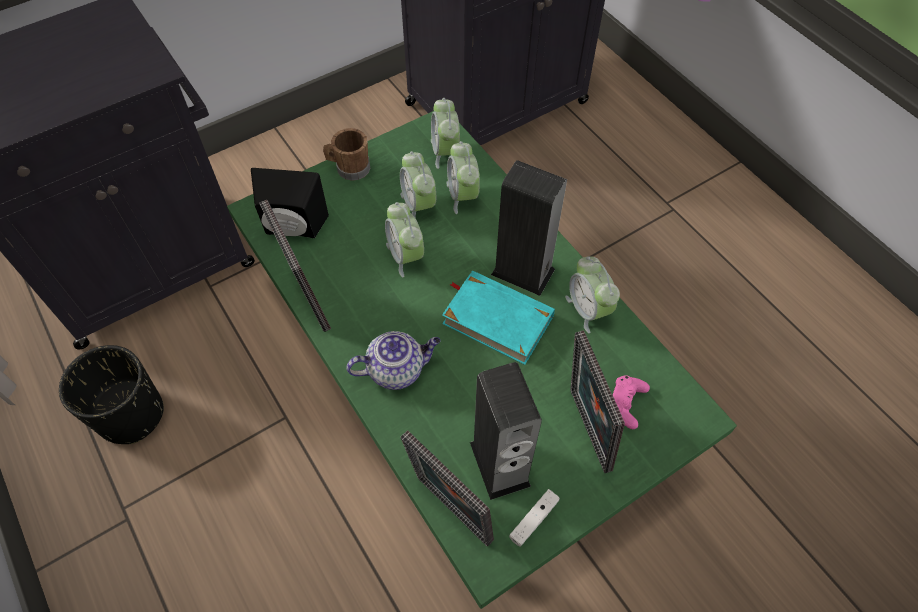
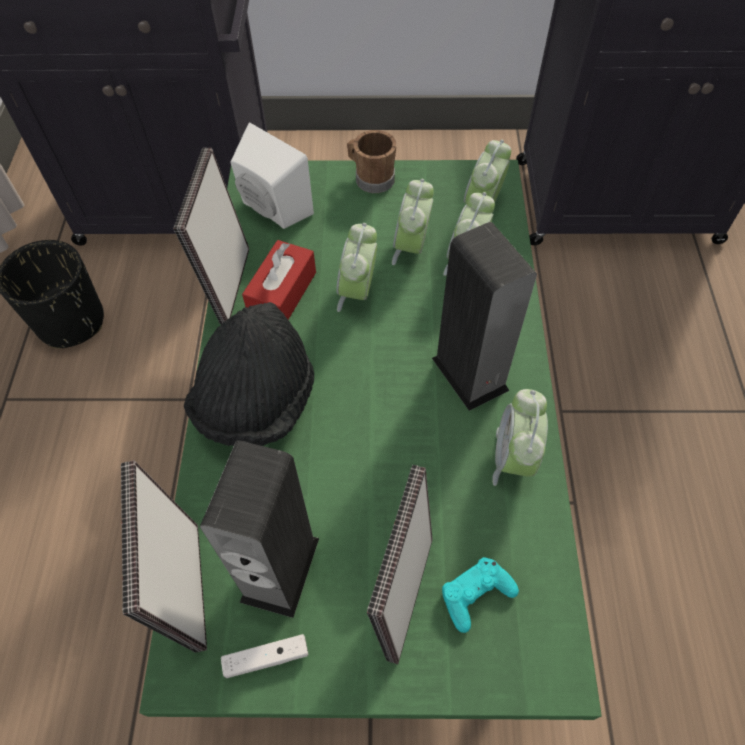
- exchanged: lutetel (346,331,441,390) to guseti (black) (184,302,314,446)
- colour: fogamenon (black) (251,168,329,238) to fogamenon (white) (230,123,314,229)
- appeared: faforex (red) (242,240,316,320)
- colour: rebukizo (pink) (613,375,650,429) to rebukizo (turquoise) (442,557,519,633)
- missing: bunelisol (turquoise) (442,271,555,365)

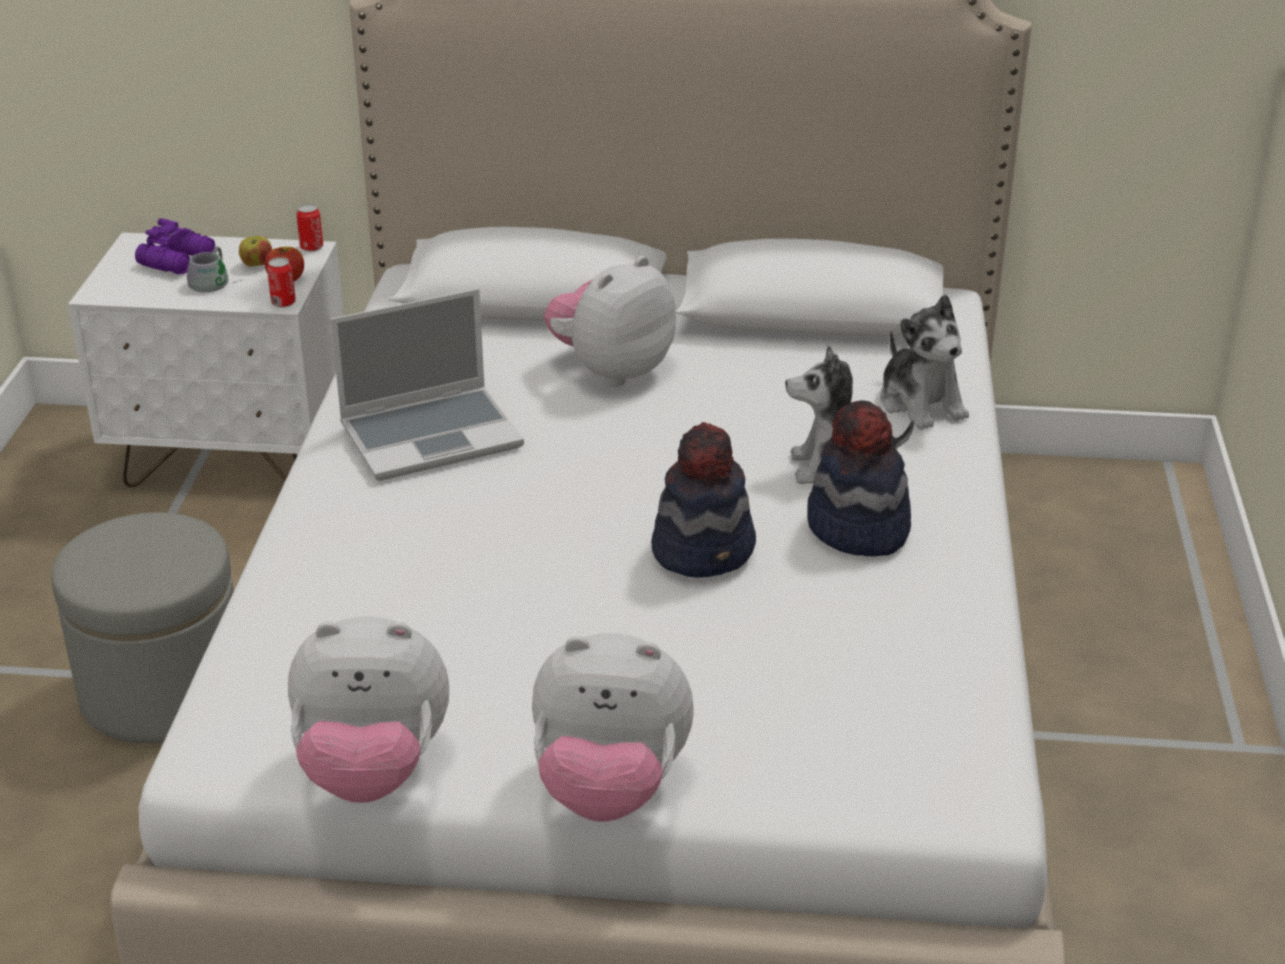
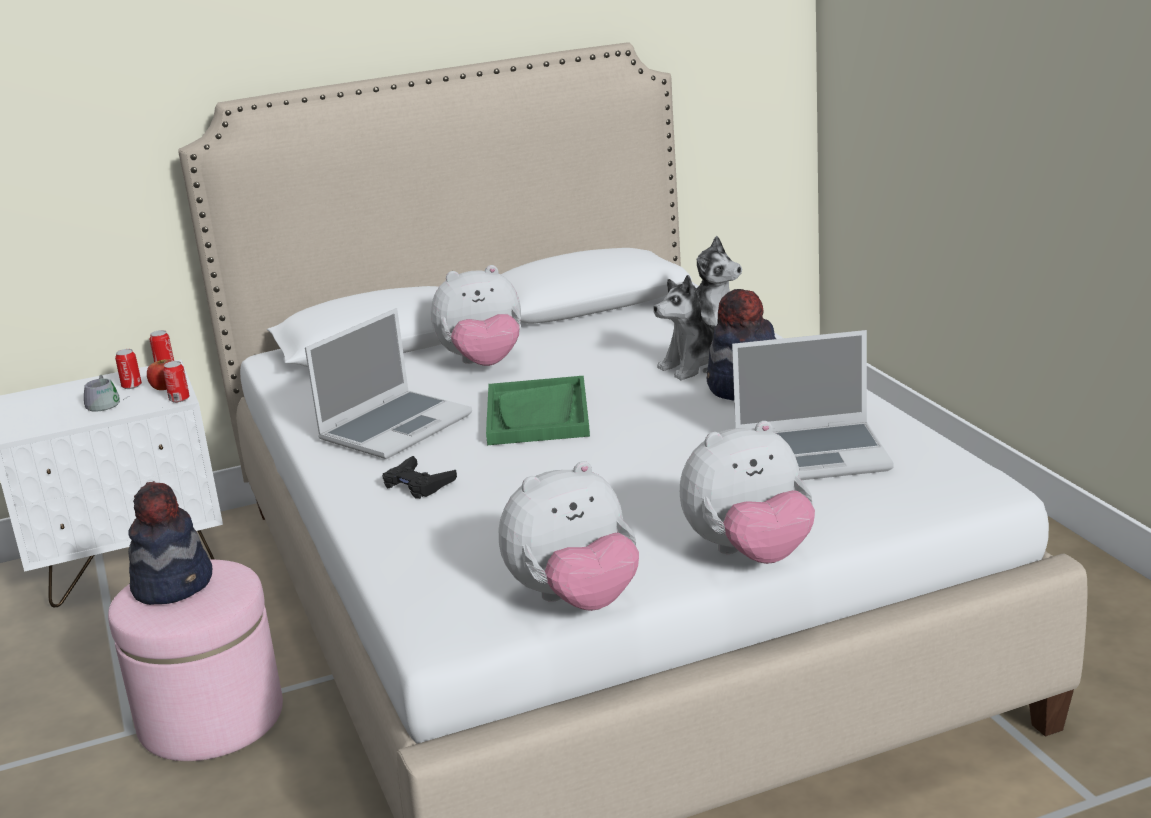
- colour: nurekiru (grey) (51,513,234,743) to nurekiru (pink) (108,560,283,761)
- exchanged: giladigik (239,236,272,267) to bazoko (115,349,142,389)
- relocated: guseti (651,422,756,578) to (128,481,212,605)
- appeared: rebukizo (black) (382,456,457,499)
- spun: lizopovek (544,256,676,387) = (431,265,521,366) 120 degrees counterclockwise
- appeared: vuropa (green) (486,376,590,445)
- appeared: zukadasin (732,330,894,480)
- missing: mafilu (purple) (135,218,215,274)

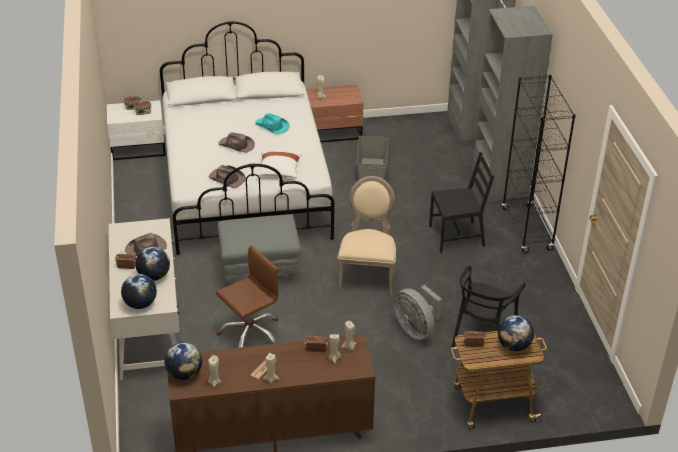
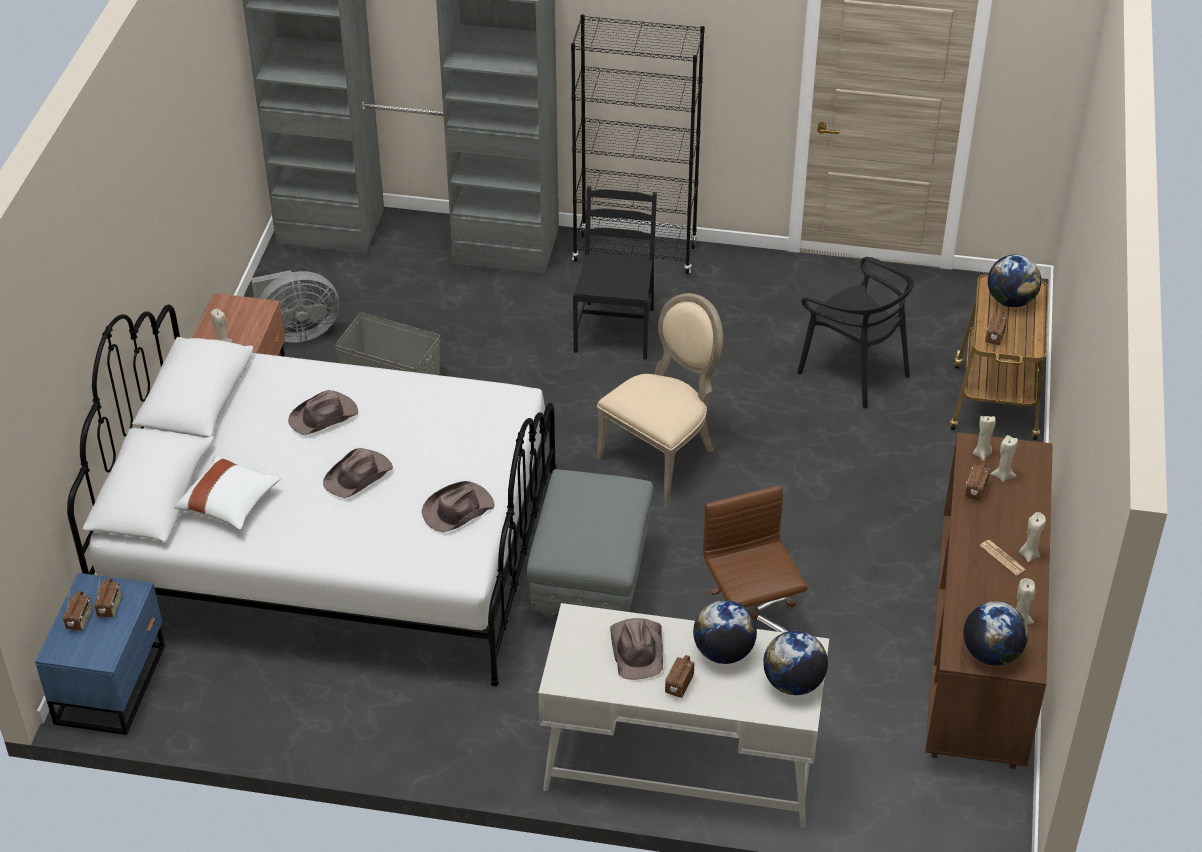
- colour: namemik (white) (107,100,166,160) to namemik (blue) (35,573,165,735)
- relocated: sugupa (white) (256,151,301,178) to (174,456,280,530)
- relocated: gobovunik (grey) (394,285,442,340) to (251,270,339,342)
- colour: guseti (turquoise) (255,113,290,134) to guseti (brown) (288,390,358,435)
- spun: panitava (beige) (338,176,396,295) = (596,293,723,501) 105 degrees clockwise

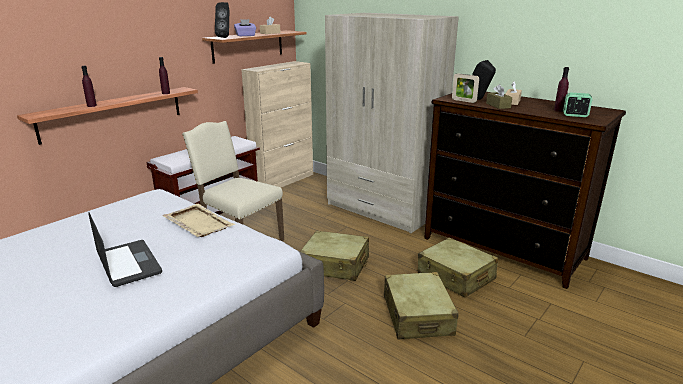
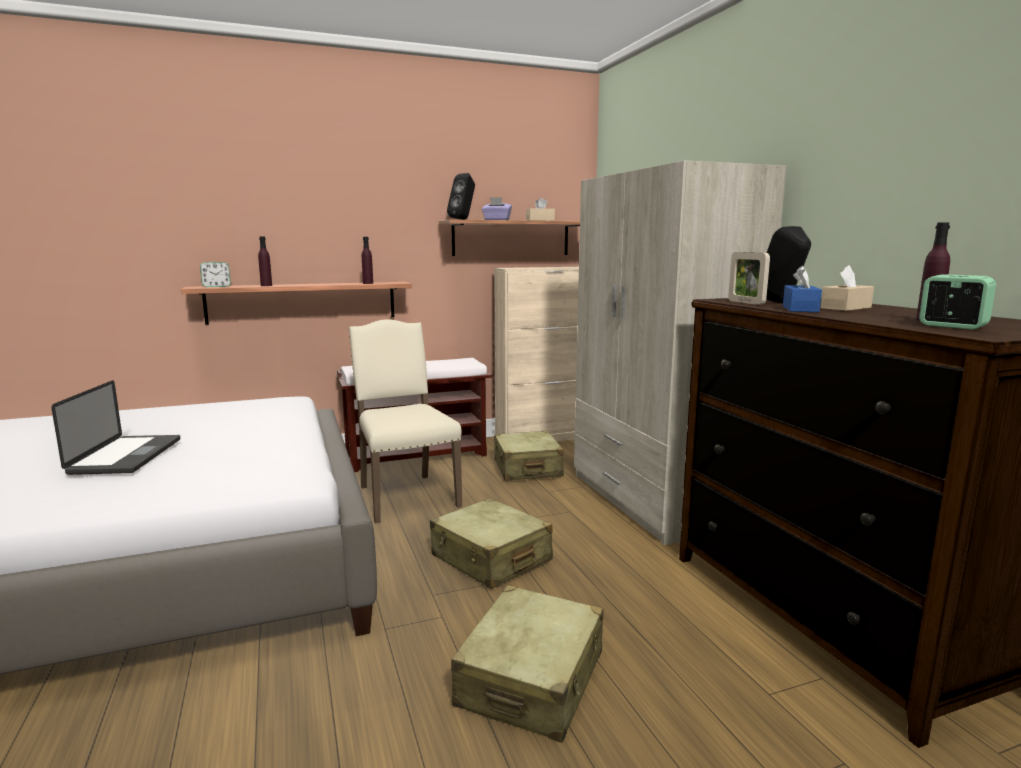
- appeared: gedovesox (200,262,231,287)
- relocated: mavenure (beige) (418,237,498,298) to (494,431,564,481)
- colour: faforex (brown) (486,84,512,109) to faforex (blue) (783,266,822,312)
- missing: vuropa (beige) (162,204,235,237)

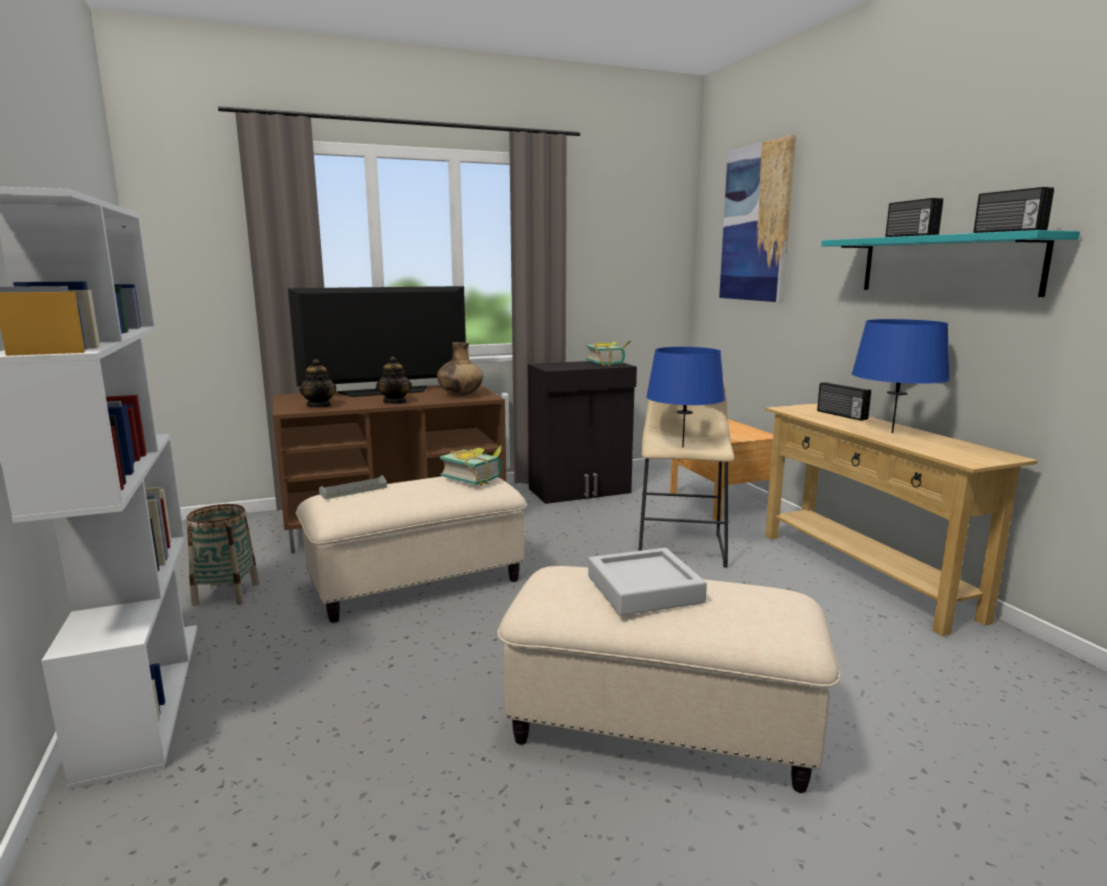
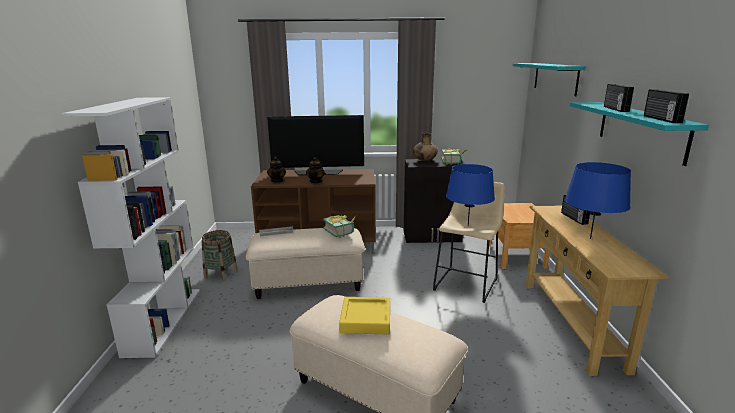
- colour: vuropa (grey) (588,548,707,616) to vuropa (yellow) (339,297,390,334)
- relocated: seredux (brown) (437,342,484,396) to (413,133,438,161)
- exchanged: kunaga (719,135,796,302) to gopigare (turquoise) (513,63,586,96)

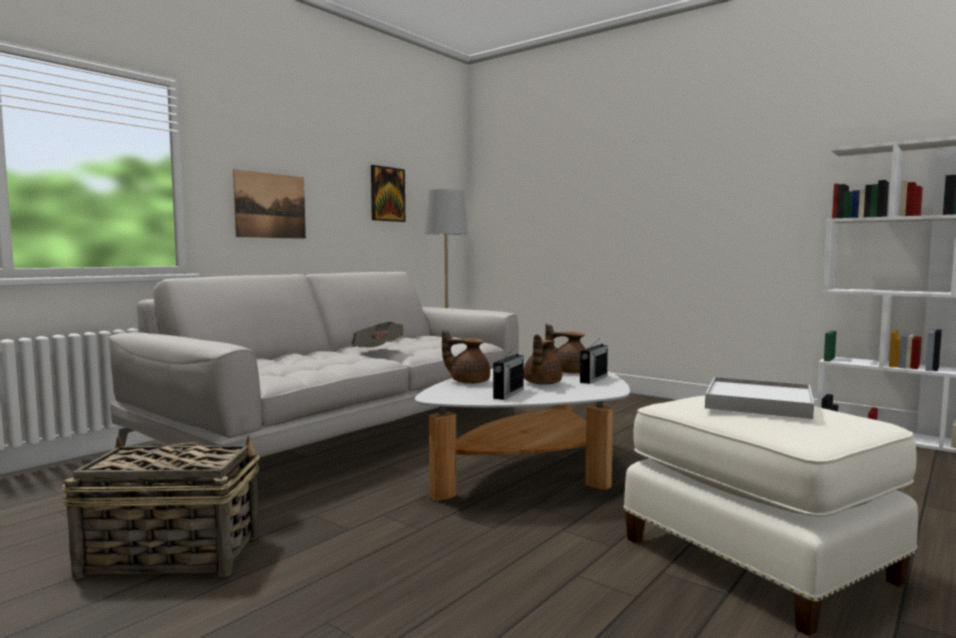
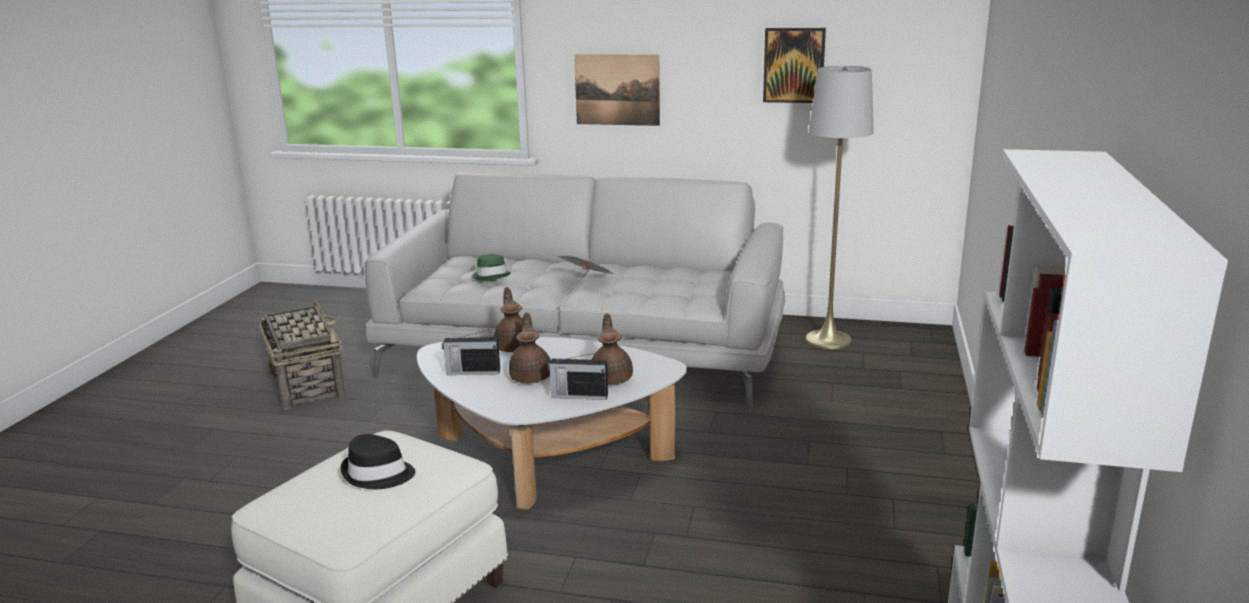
- exchanged: vuropa (white) (705,377,814,419) to guseti (black) (340,434,415,489)
- appeared: guseti (green) (472,254,511,280)
- spun: lutetel (brown) (524,334,562,385) = (509,312,551,384) 90 degrees clockwise

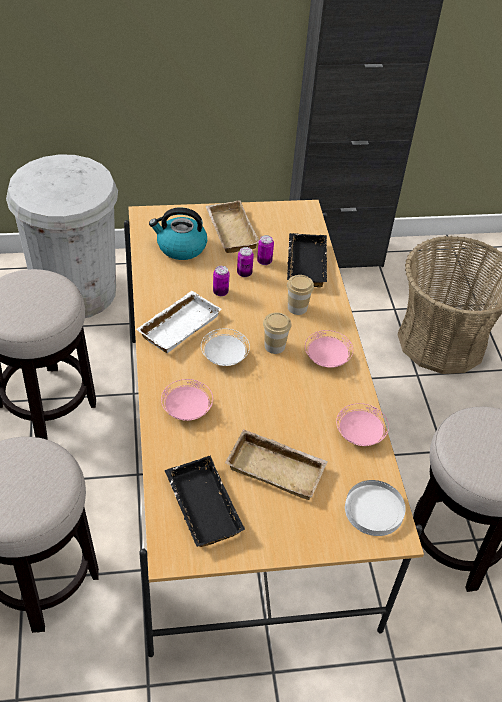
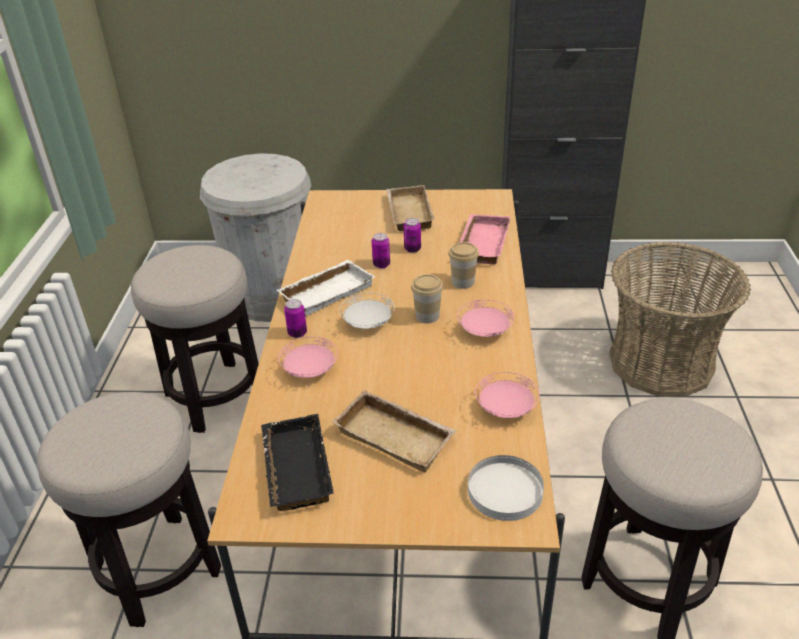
- relocated: bazoko (257,235,274,265) to (284,299,307,338)
- colour: vuropa (black) (287,233,327,287) to vuropa (pink) (460,214,511,264)
- missing: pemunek (149,207,207,260)

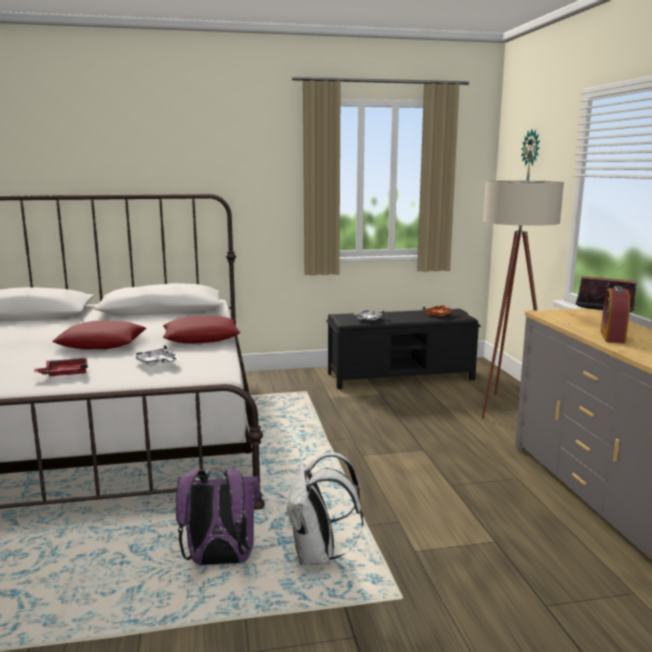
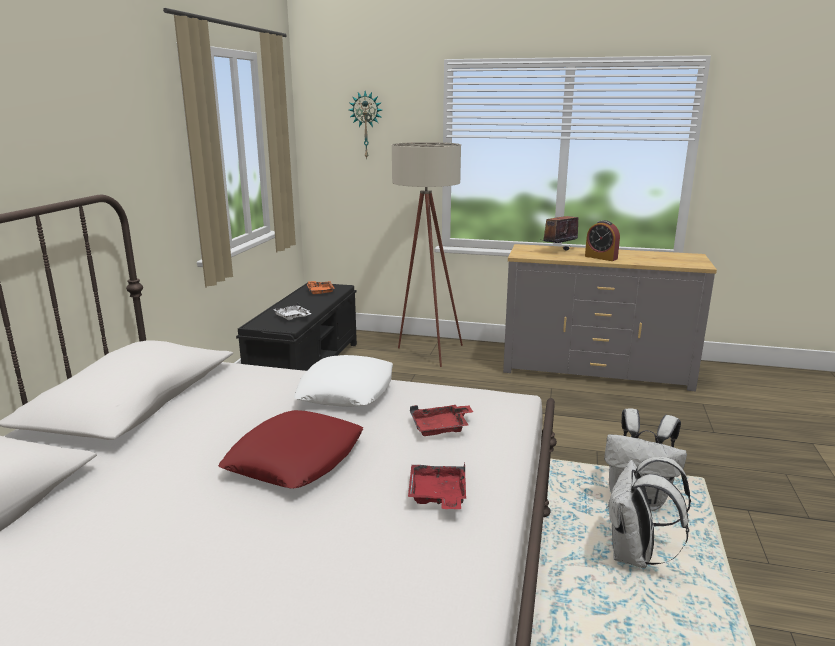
- colour: sugupa (red) (163,316,241,344) to sugupa (white) (294,355,393,407)
- colour: vuropa (white) (132,345,180,367) to vuropa (red) (410,404,473,436)
- colour: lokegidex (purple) (176,468,260,565) to lokegidex (white) (606,457,691,568)

